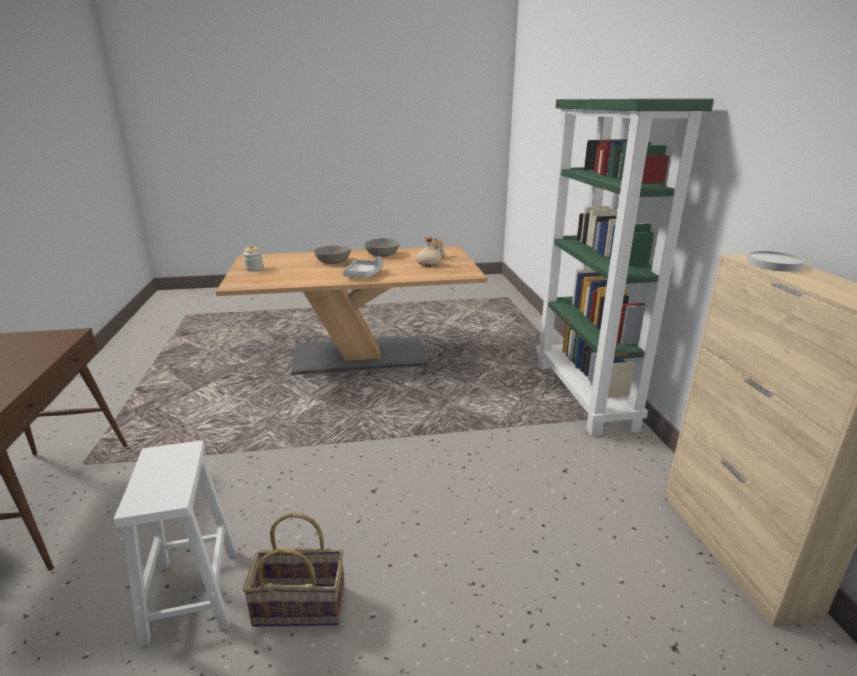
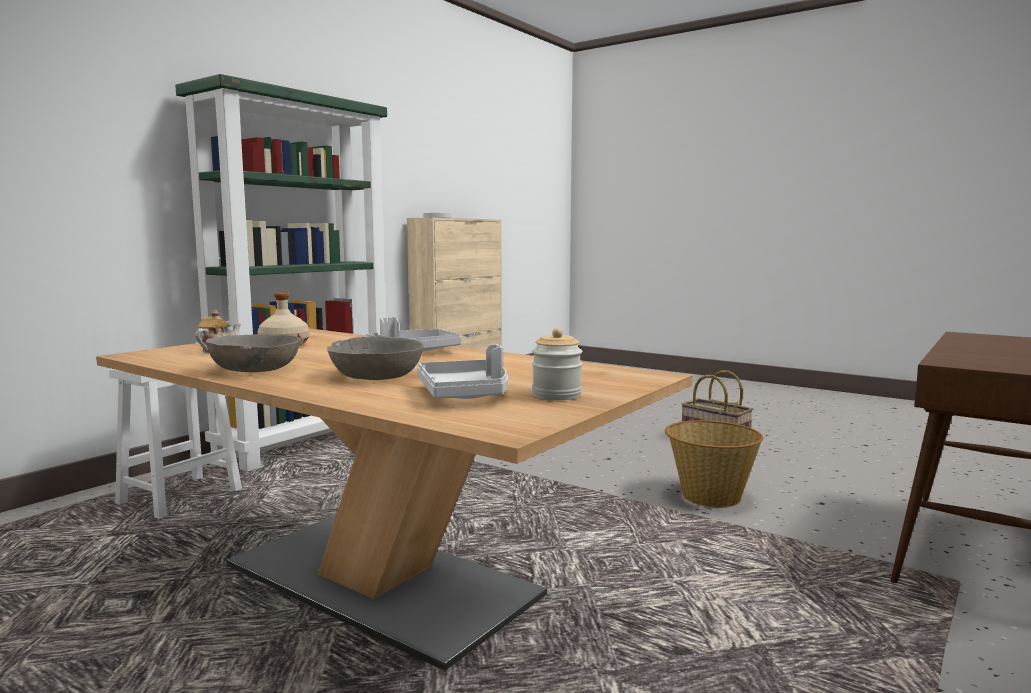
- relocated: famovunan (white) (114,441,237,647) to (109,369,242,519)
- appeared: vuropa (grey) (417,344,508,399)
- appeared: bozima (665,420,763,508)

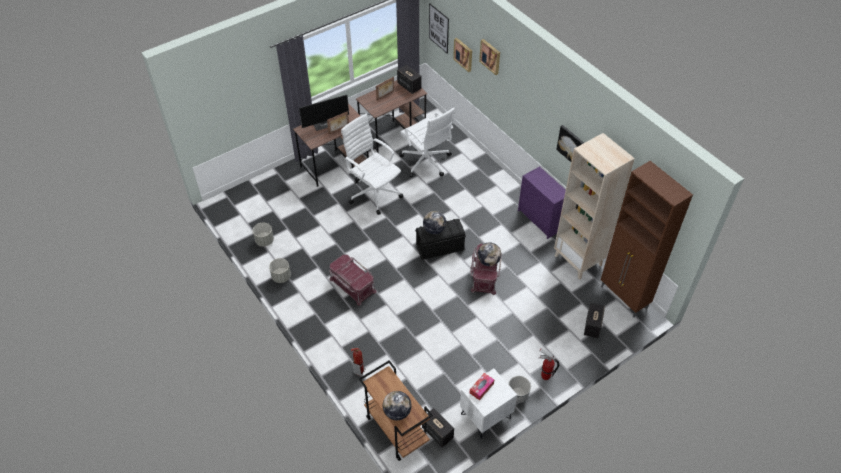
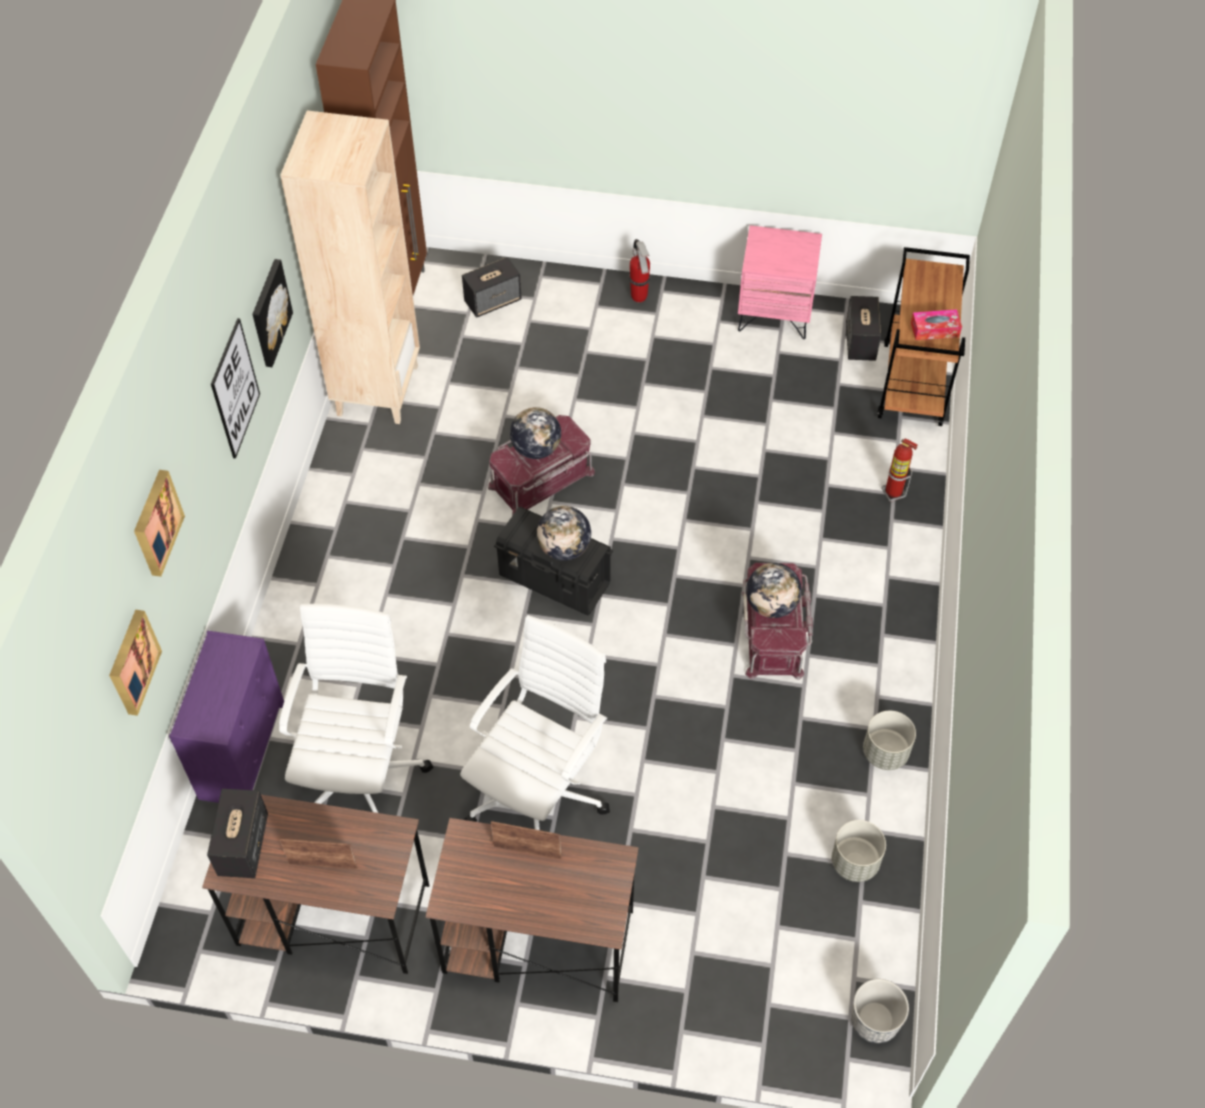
- relocated: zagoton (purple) (518,166,566,239) to (169,631,284,803)
- relocated: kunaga (429,3,449,54) to (211,318,260,459)
- spun: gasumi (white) (341,114,403,215) = (460,615,610,830) 150 degrees counterclockwise
- colour: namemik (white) (460,369,517,439) to namemik (pink) (738,225,822,339)
- relocated: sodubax (383,391,412,420) to (746,563,802,618)
- relocated: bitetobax (508,376,531,403) to (851,979,909,1043)
- relocated: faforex (470,373,494,400) to (911,309,962,340)
- missing: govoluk (299,95,349,131)

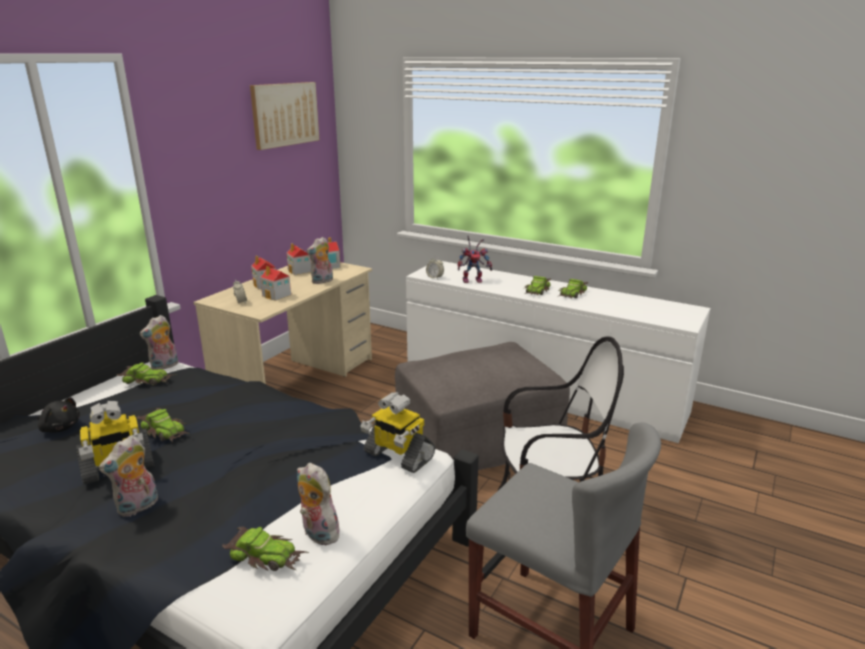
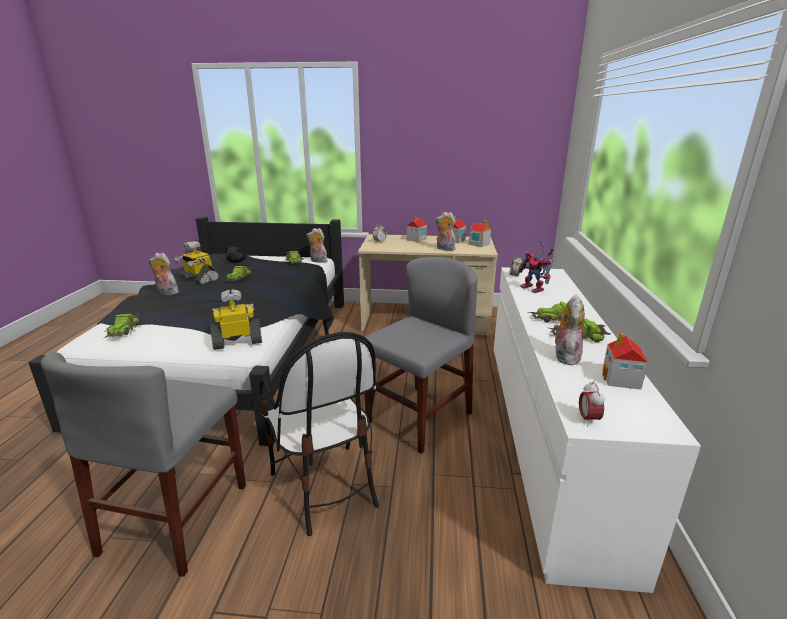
- spun: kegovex (360,392,435,473) = (210,290,262,350) 60 degrees clockwise
- exchanged: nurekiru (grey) (395,342,570,470) to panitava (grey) (362,257,478,454)
- relocated: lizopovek (297,463,344,545) to (554,294,584,365)
- appeared: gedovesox (579,382,605,426)
- relocated: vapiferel (260,266,291,301) to (602,332,648,390)
- missing: kunaga (250,82,319,150)

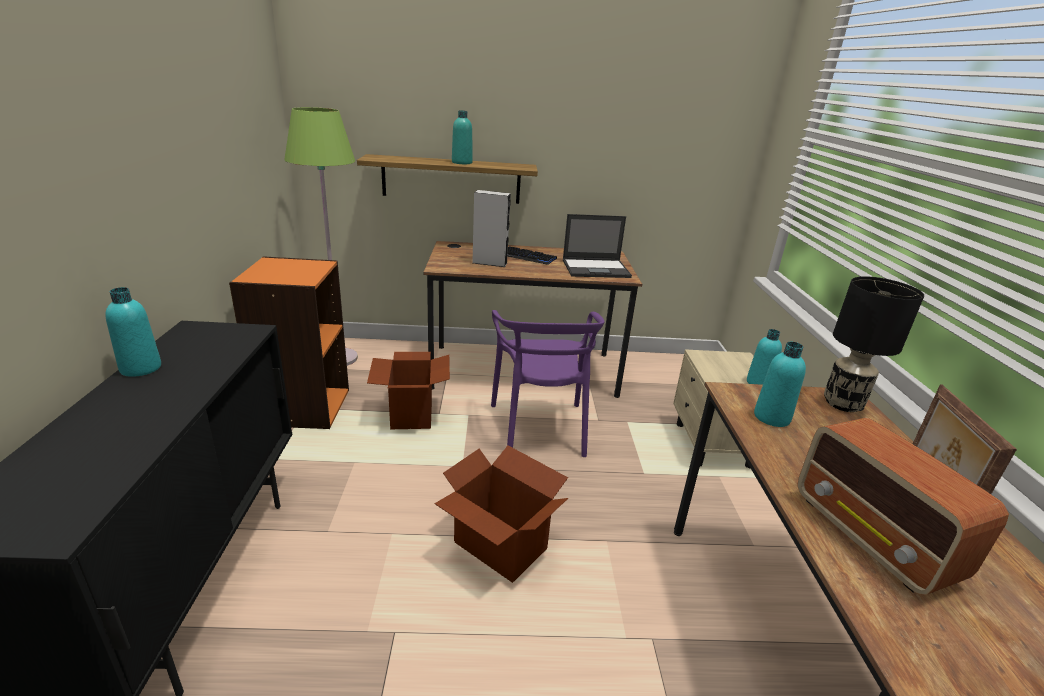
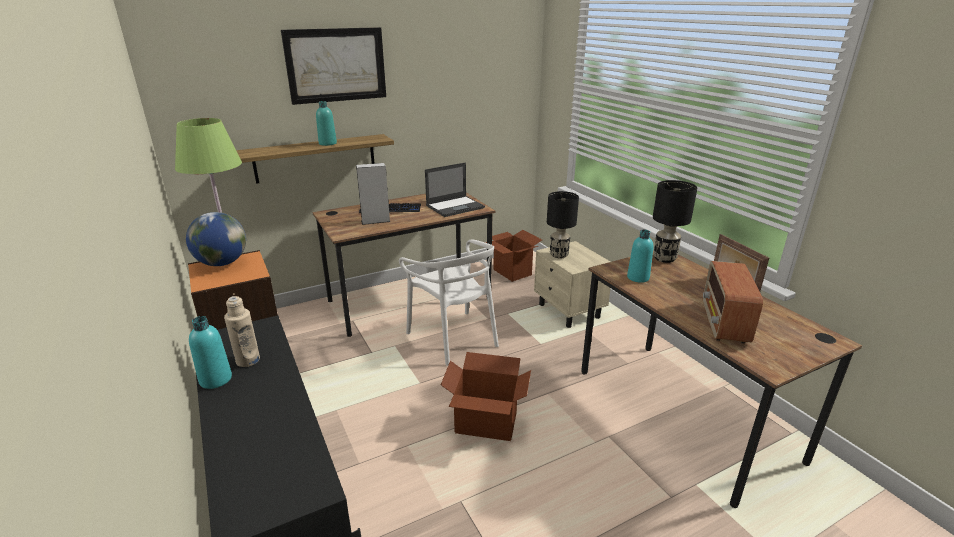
- appeared: sodubax (186,212,246,266)
- appeared: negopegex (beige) (224,296,260,367)
- appeared: kunaga (281,27,386,105)
- colour: panitava (purple) (491,310,605,457) to panitava (white) (399,239,499,366)
- relocated: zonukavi (367,352,450,429) to (485,230,542,282)
- appeared: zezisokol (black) (547,191,579,259)
- spun: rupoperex (797,418,1009,595) = (703,261,763,343) 60 degrees clockwise
- missing: negopegex (turquoise) (747,329,782,385)

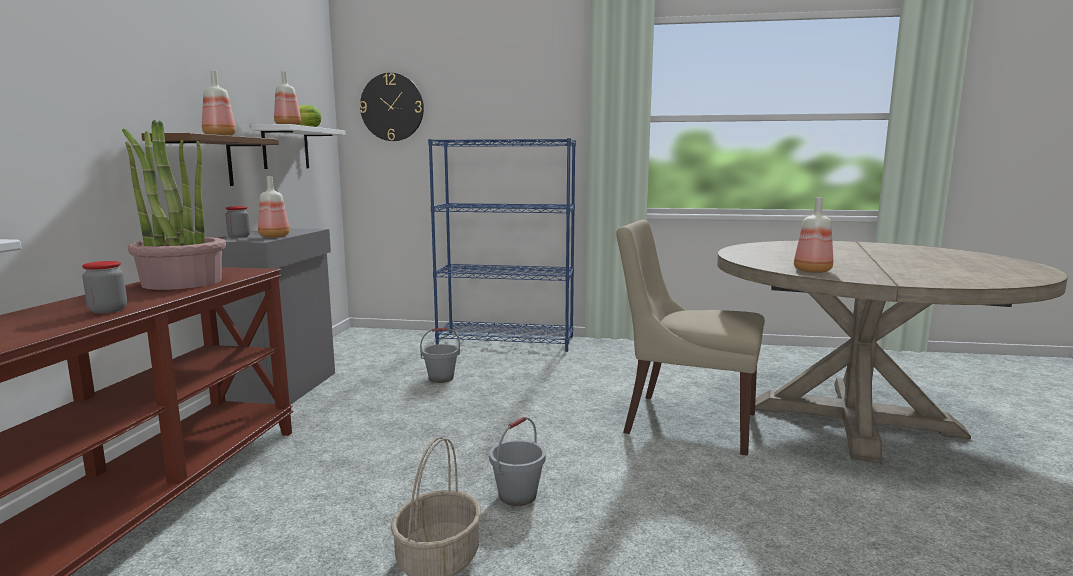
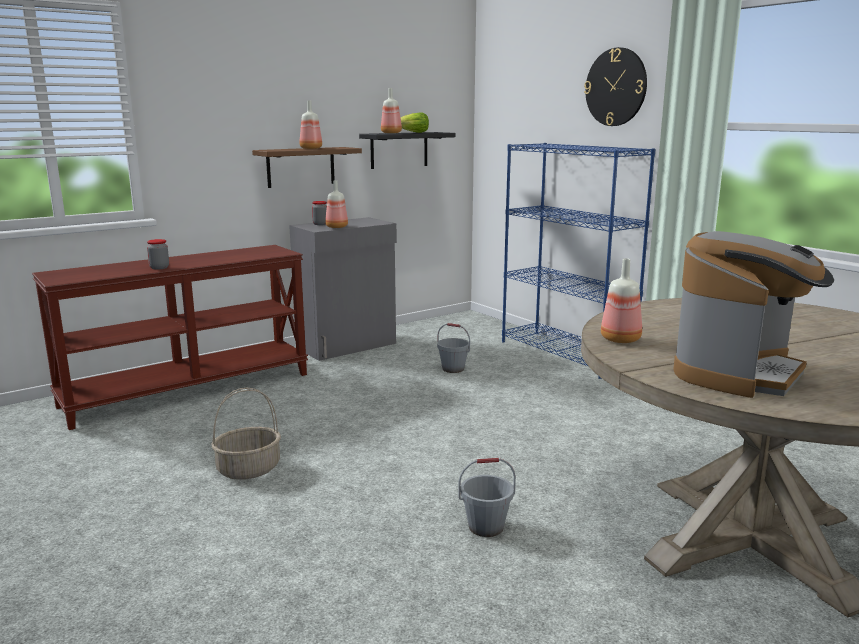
- colour: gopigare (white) (251,124,346,169) to gopigare (black) (359,132,455,169)
- relocated: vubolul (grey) (489,417,546,506) to (458,458,516,537)
- relocated: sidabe (359,73,424,141) to (584,47,647,126)
- appeared: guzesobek (673,231,834,398)
- missing: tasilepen (122,120,226,290)
- missing: panitava (beige) (616,220,765,456)

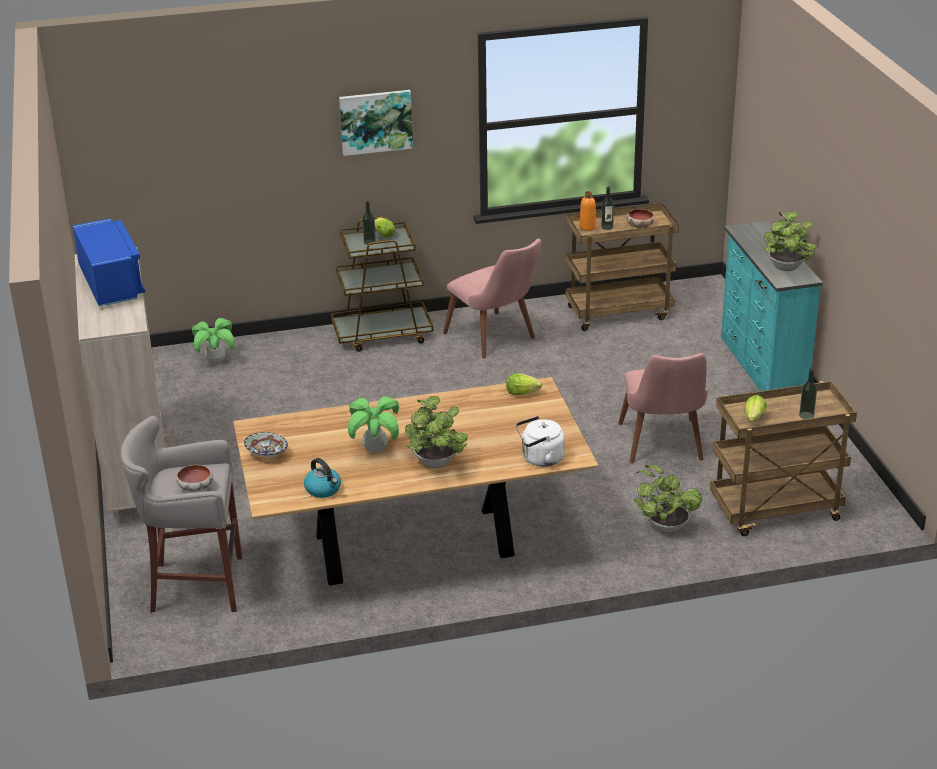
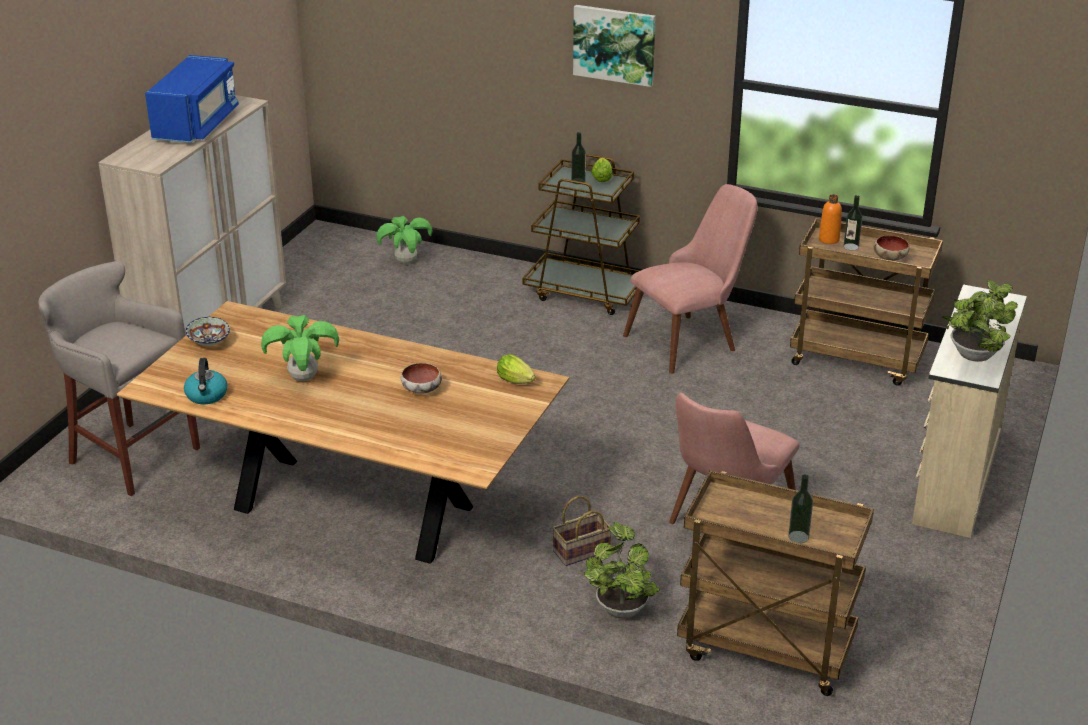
- relocated: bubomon (176,465,213,492) to (401,363,442,393)
- appeared: bozima (552,496,611,566)
- spun: panitava (pink) (443,239,541,358) = (623,184,758,374) 120 degrees counterclockwise
- colour: zagoton (turquoise) (721,221,823,391) to zagoton (beige) (912,284,1027,538)
- missing: tasilepen (405,396,468,468)
- missing: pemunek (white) (516,416,565,467)
- missing: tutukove (744,395,767,422)

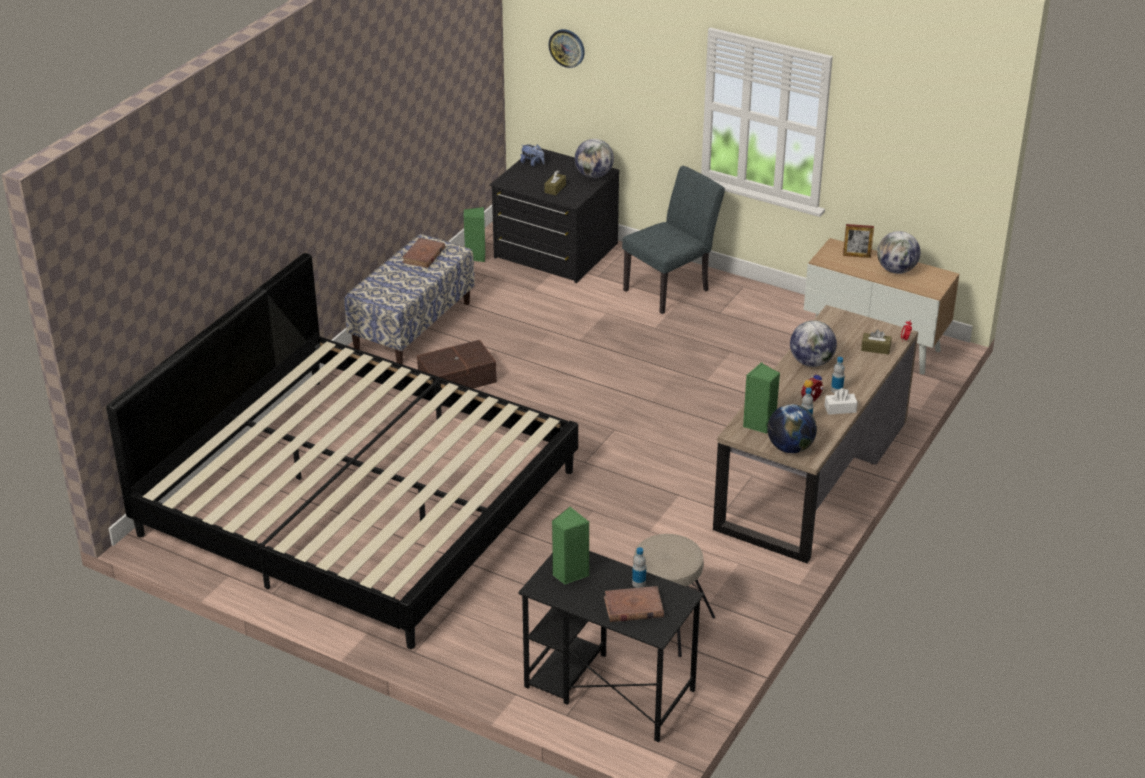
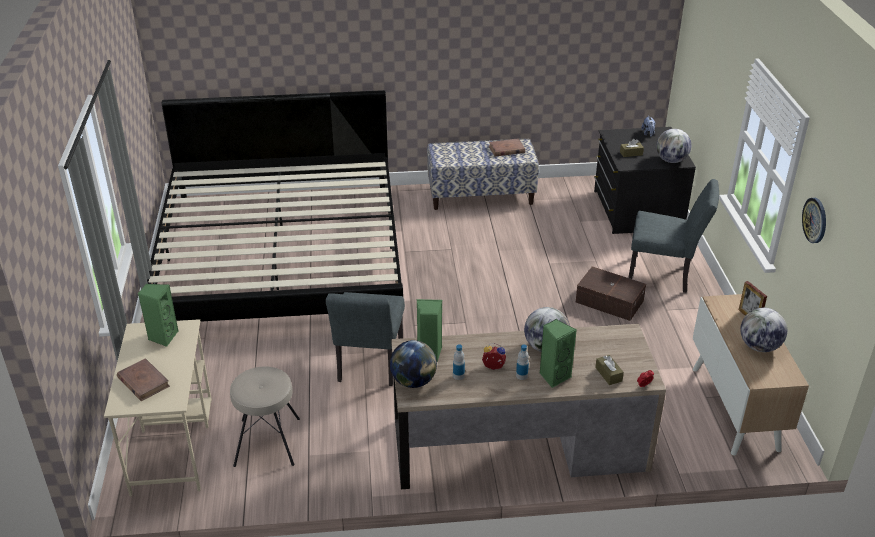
- colour: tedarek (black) (518,551,704,742) to tedarek (beige) (104,319,212,496)
- appeared: panitava (grey) (326,292,405,386)
- relocated: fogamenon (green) (464,207,485,262) to (540,319,577,388)
- relocated: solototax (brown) (417,340,497,388) to (576,267,646,321)
- relocated: sidabe (549,29,585,68) to (802,198,826,243)
- missing: negopegex (632,547,646,588)
- missing: faforex (white) (825,388,858,415)

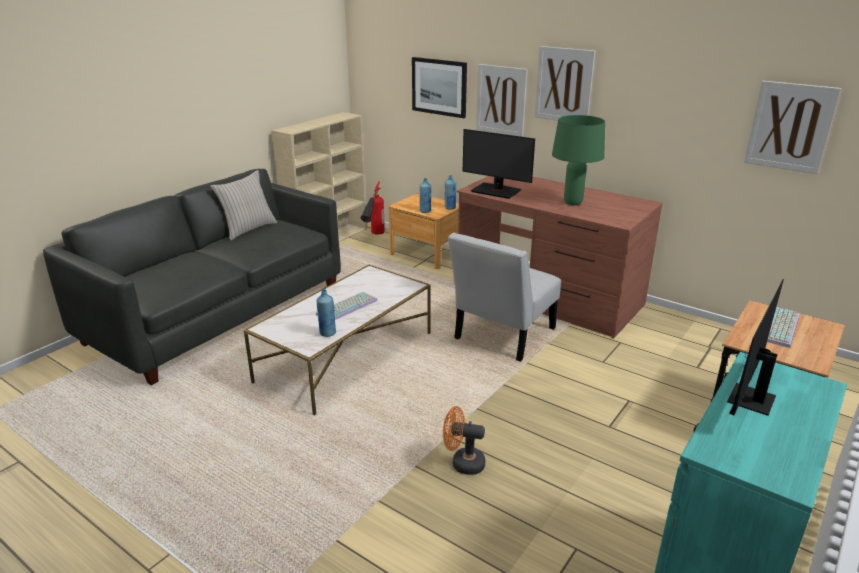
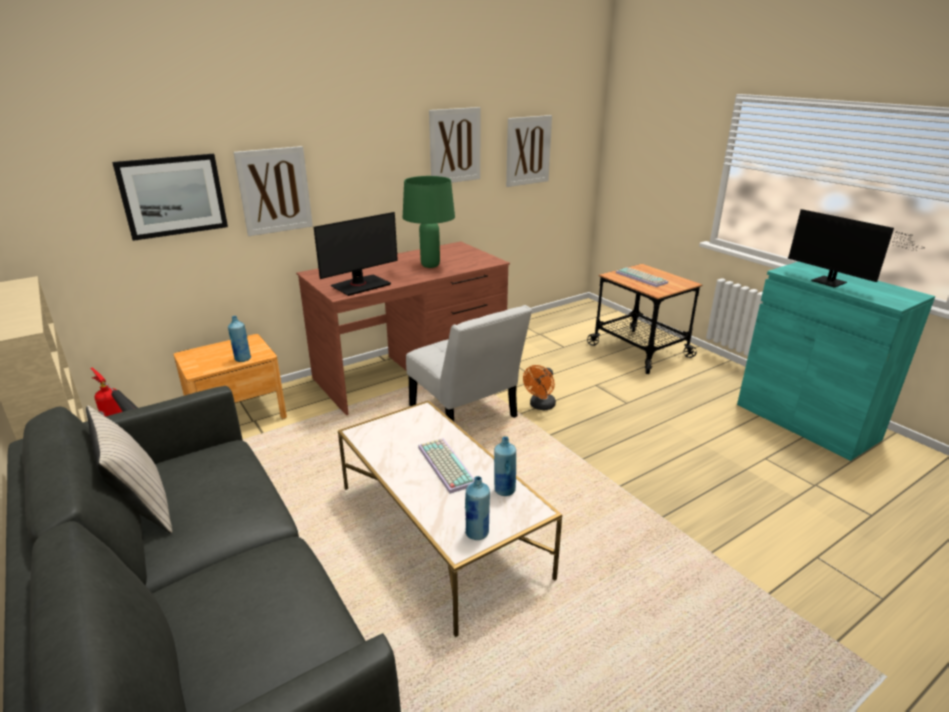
- relocated: kunaga (535,46,596,121) to (429,107,481,183)
- relocated: negopegex (blue) (445,175,456,210) to (465,476,490,540)
- relocated: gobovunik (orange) (443,406,486,475) to (523,365,556,411)

